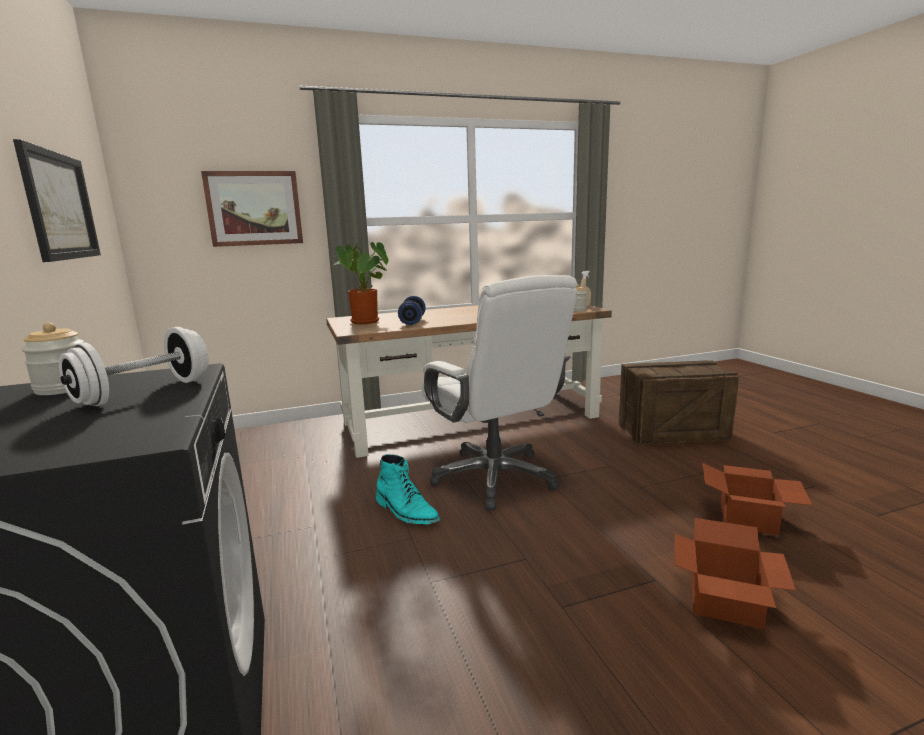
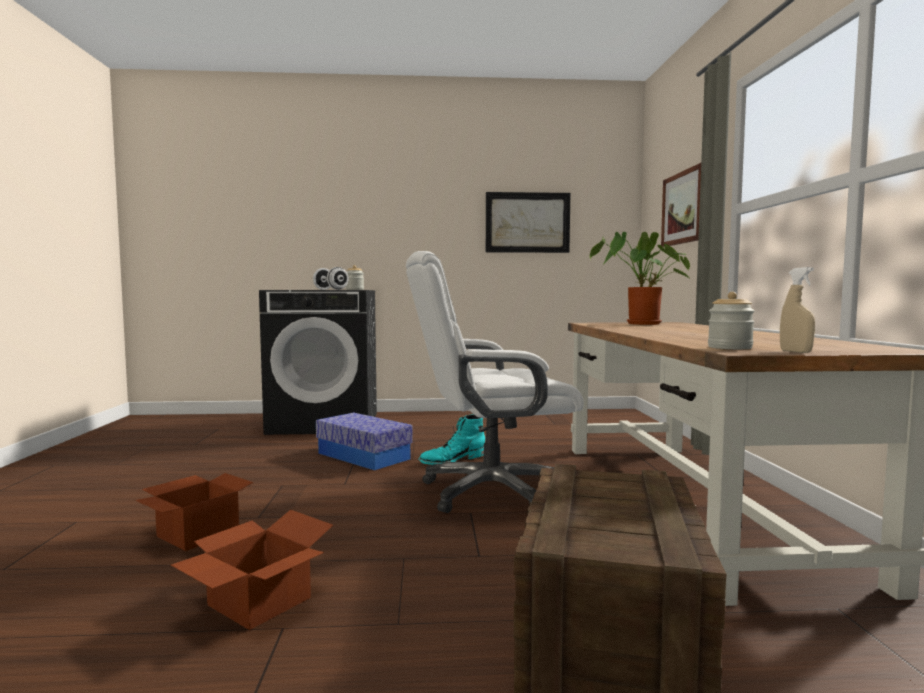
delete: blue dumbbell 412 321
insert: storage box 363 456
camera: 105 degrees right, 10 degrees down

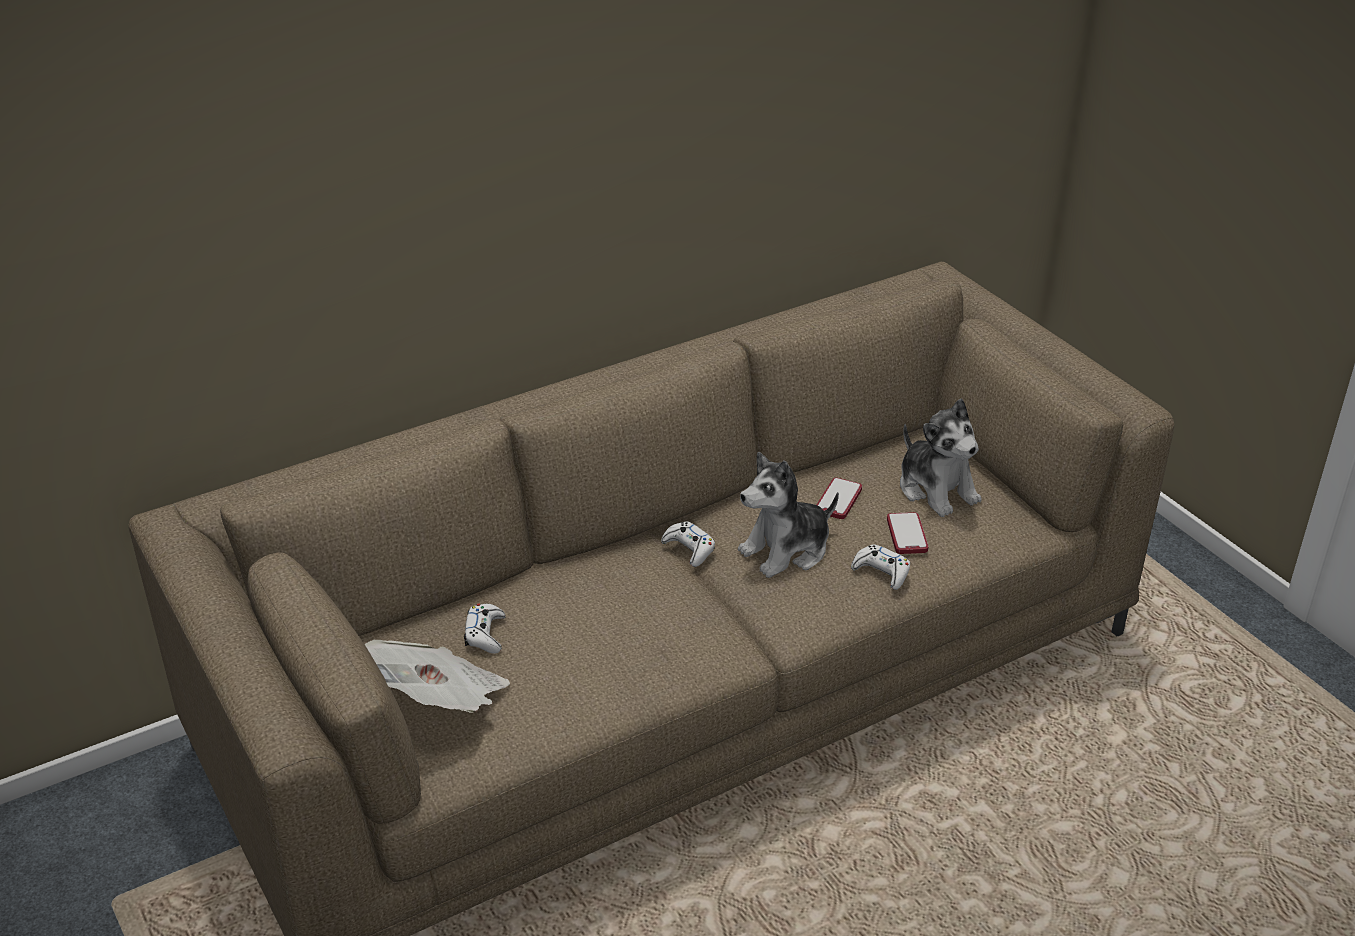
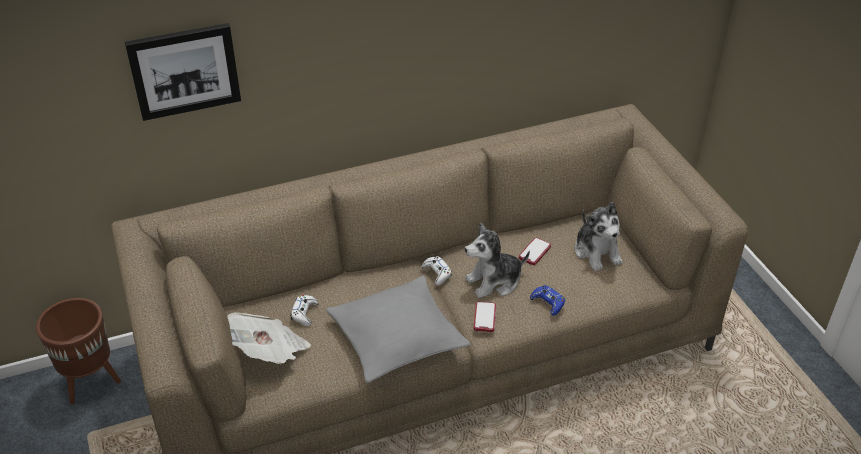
insert: brown planter 91 382; picture 184 70; grey pillow 397 338
move: phone 907 535 to 484 317
recolor: white game controller 881 572 to blue game controller 548 303
camera: 10 degrees right, 5 degrees up

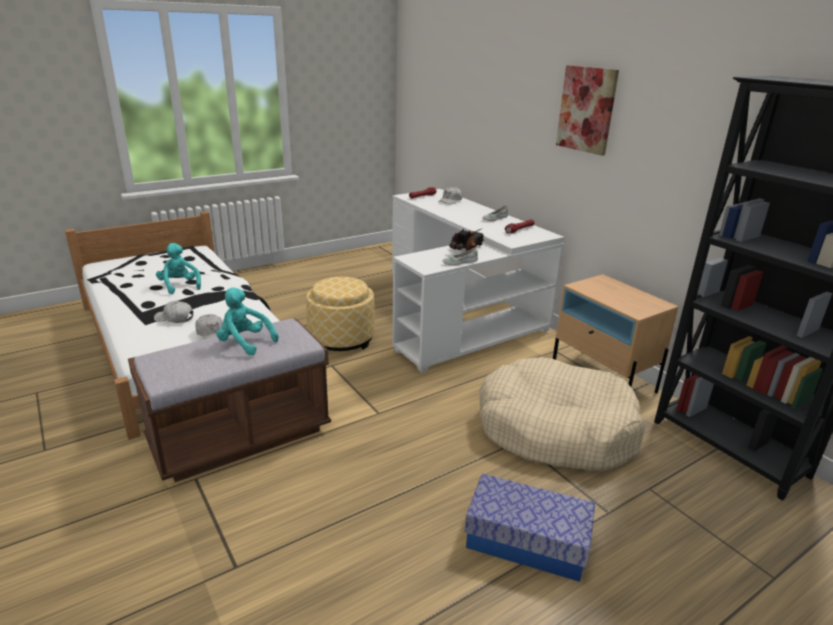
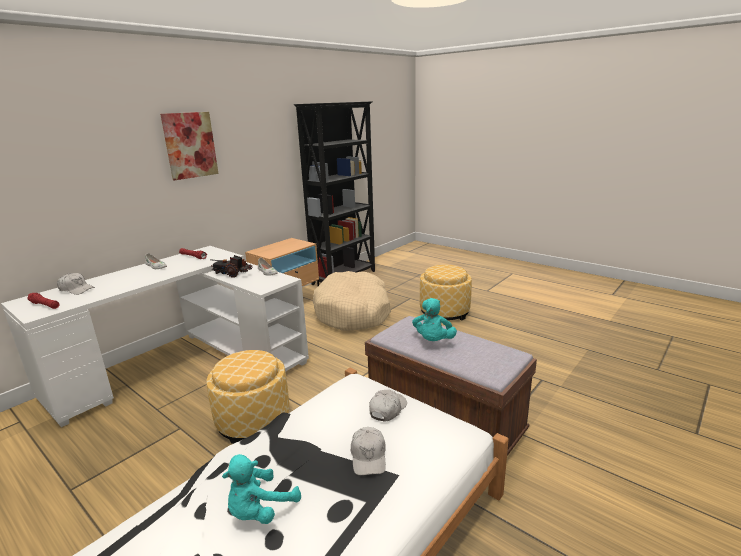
replace: storage box 526 541 to ottoman 444 312
camera: 105 degrees left, 5 degrees down

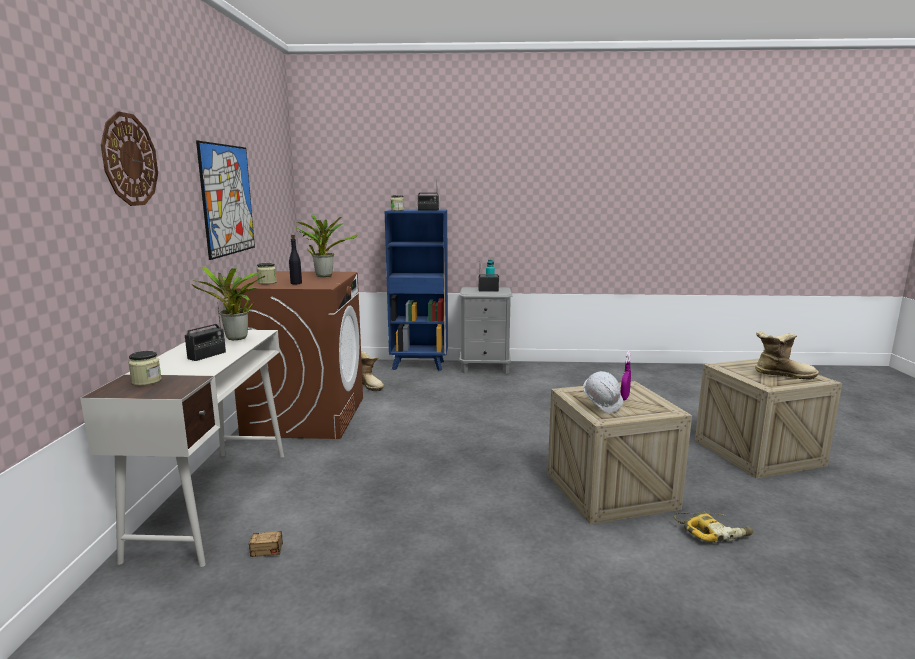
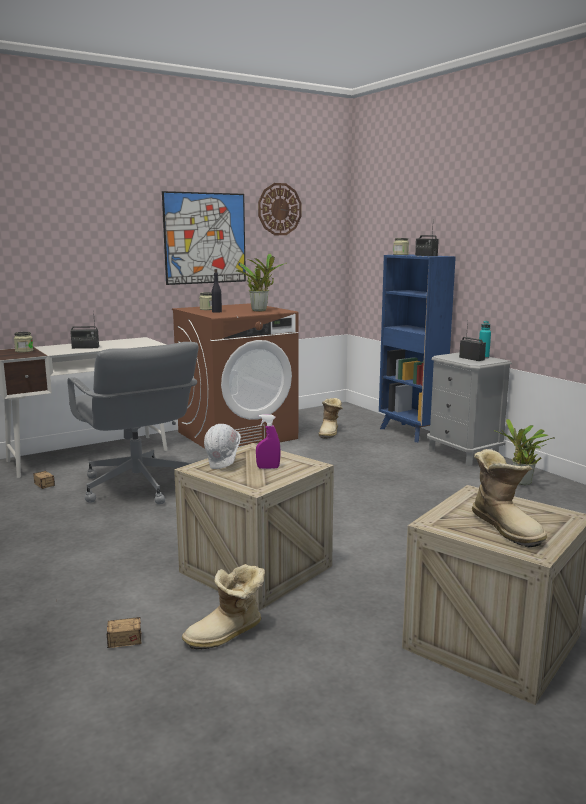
insert: storage box 102 643; grey office chair 138 486
move: wall clock 129 160 to 279 209; potted plant 236 339 to 521 483
replace: power drill 713 532 to boot 227 635
camera: 55 degrees right, 0 degrees up

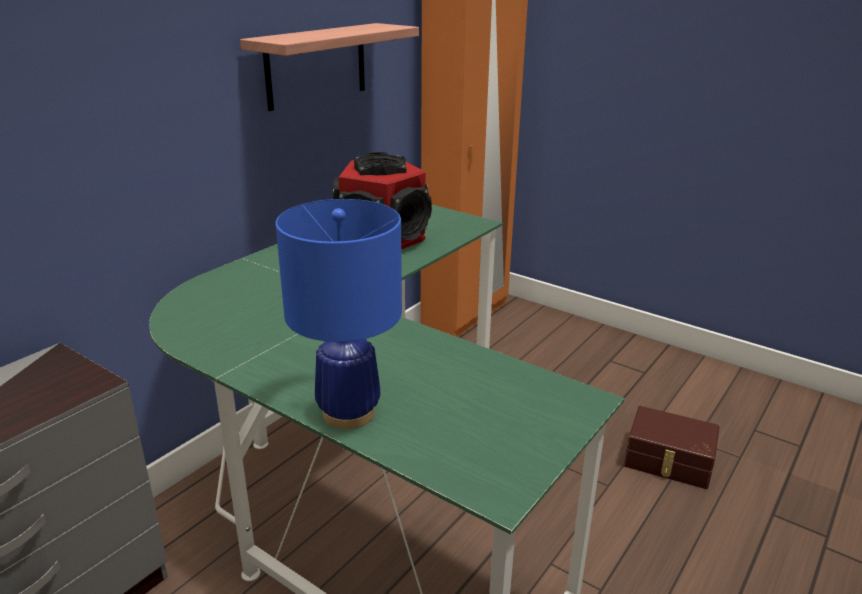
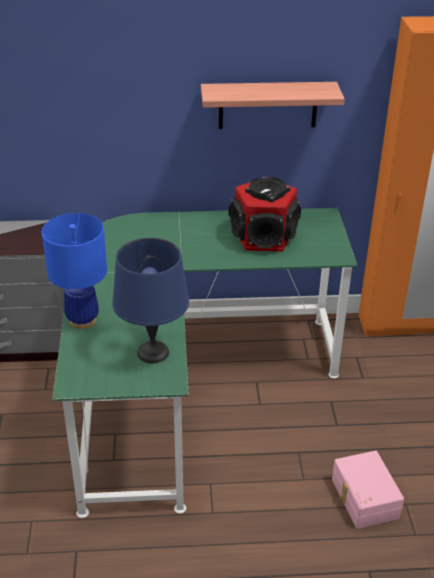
insert: blue table lamp 153 352
recolor: brown storage box 668 461 to pink storage box 363 498
camera: 50 degrees right, 10 degrees up

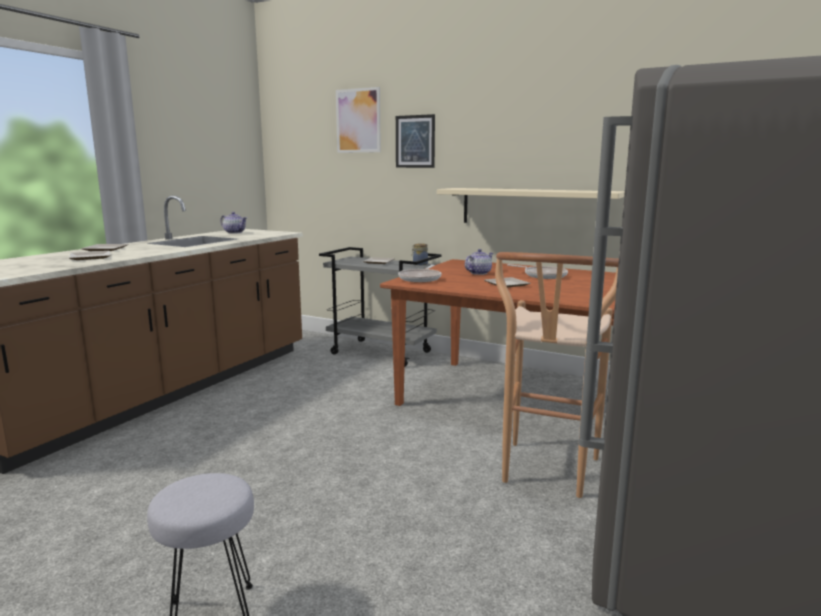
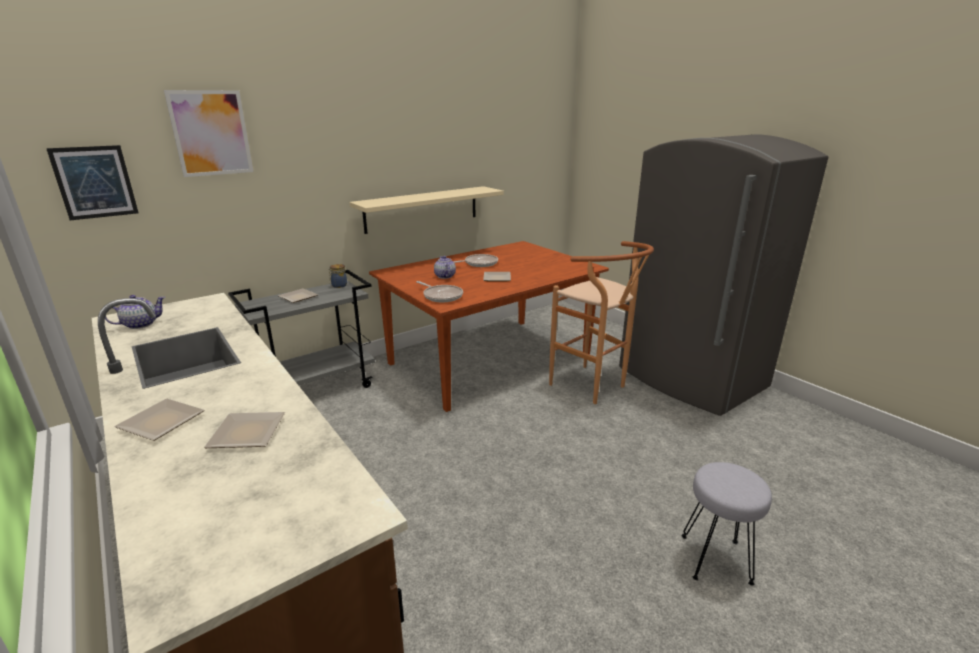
move: picture 415 141 to 95 182
camera: 65 degrees left, 10 degrees up

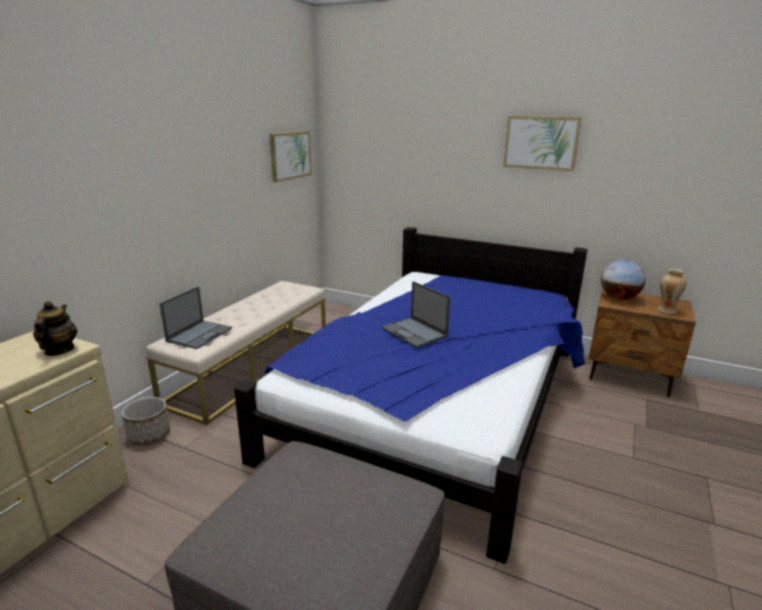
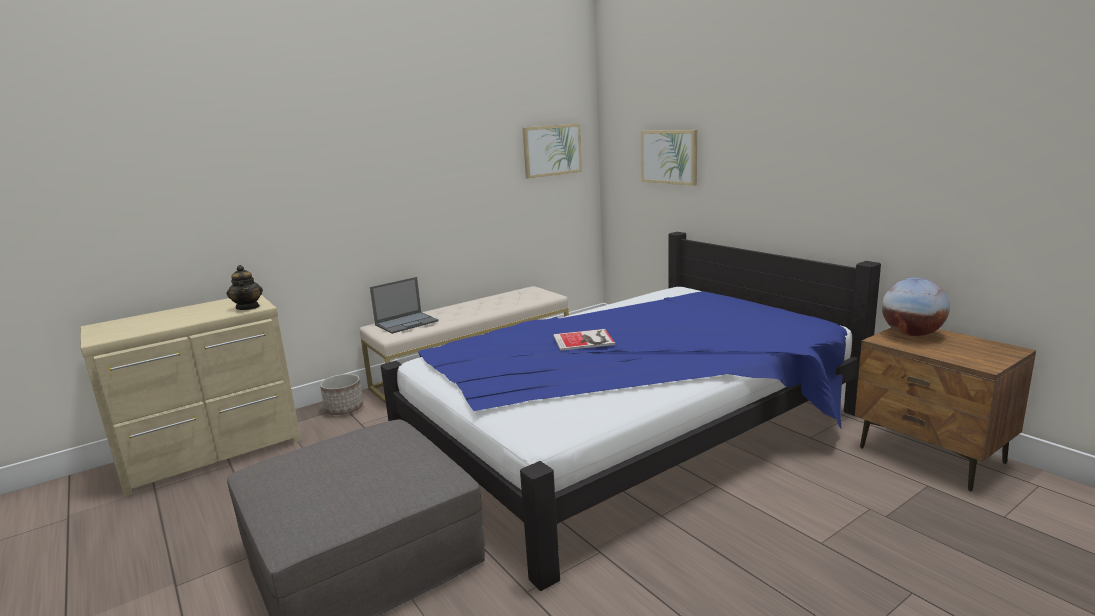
delete: vase 666 311
move: picture 541 143 to 669 157
replace: laptop 415 332 to book 585 340
rotate: teapot 59 350 = 248 307 135 degrees clockwise
camera: 30 degrees right, 5 degrees down

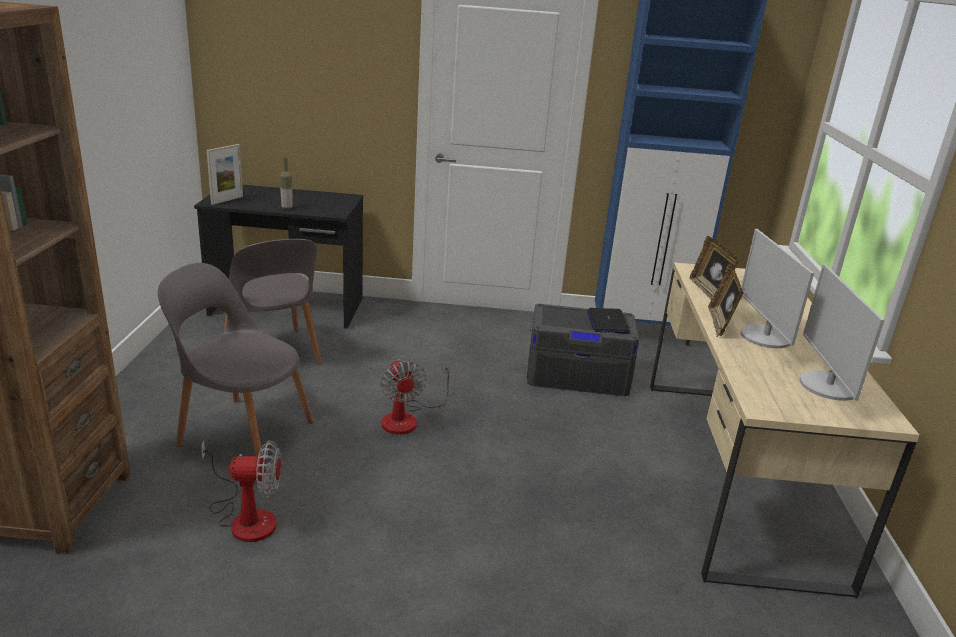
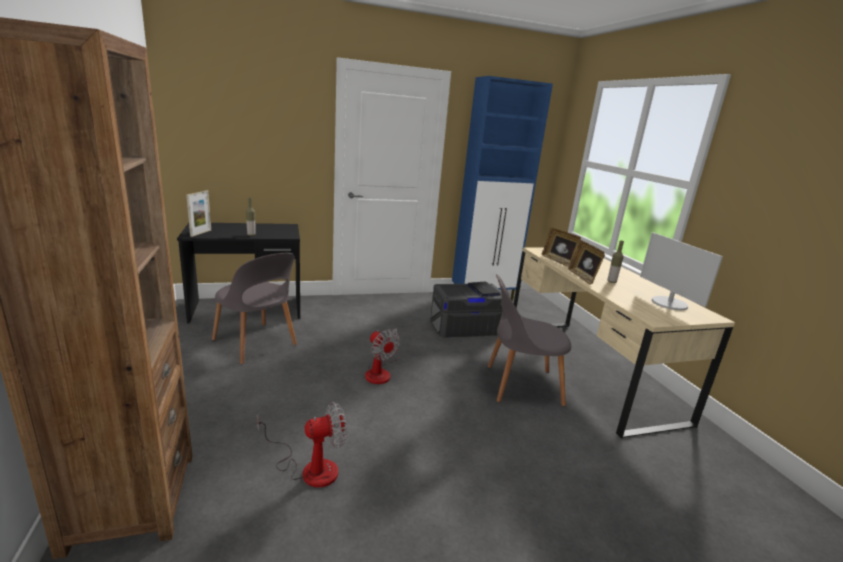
move: grey chair 242 431 to 519 385
replace: monitor 765 337 to bottle 611 282
camera: 20 degrees left, 5 degrees down

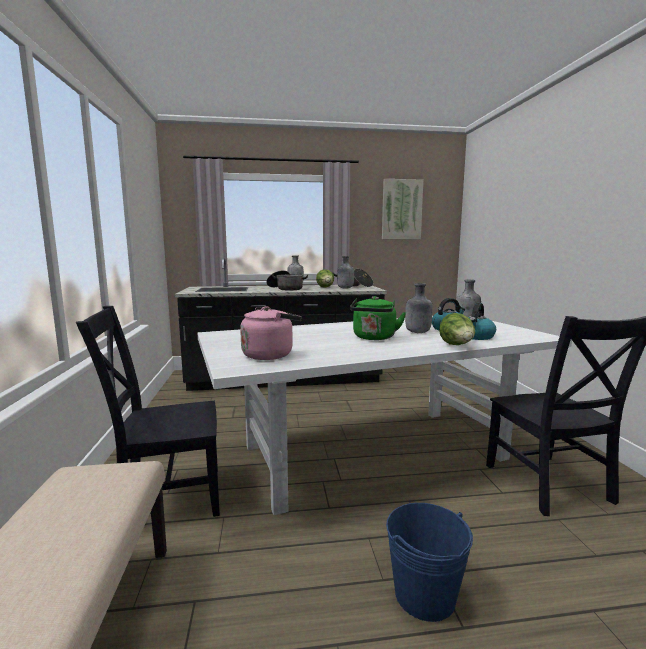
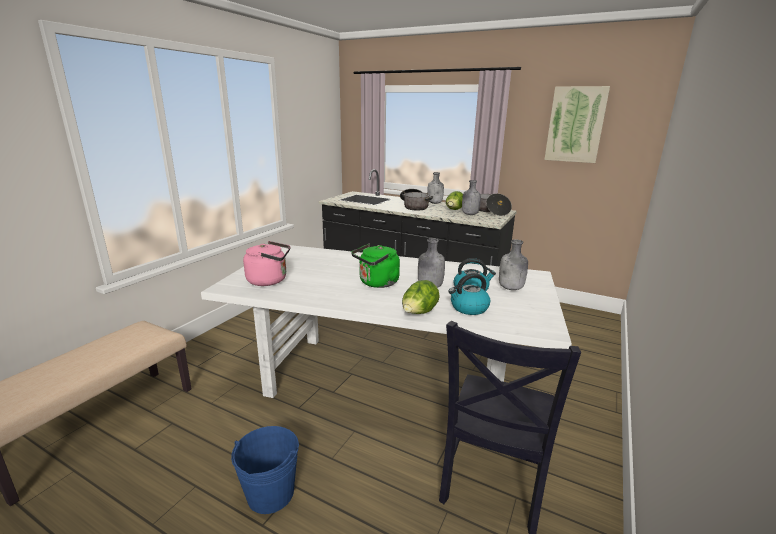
delete: black chair 166 498
camera: 35 degrees right, 10 degrees up

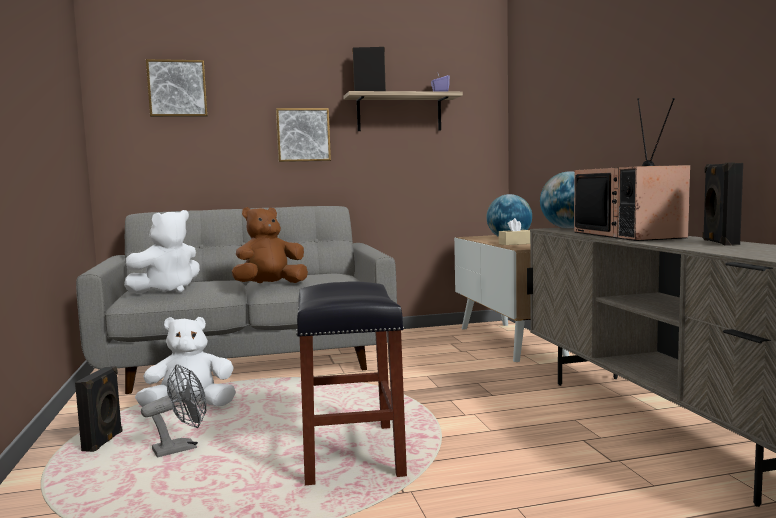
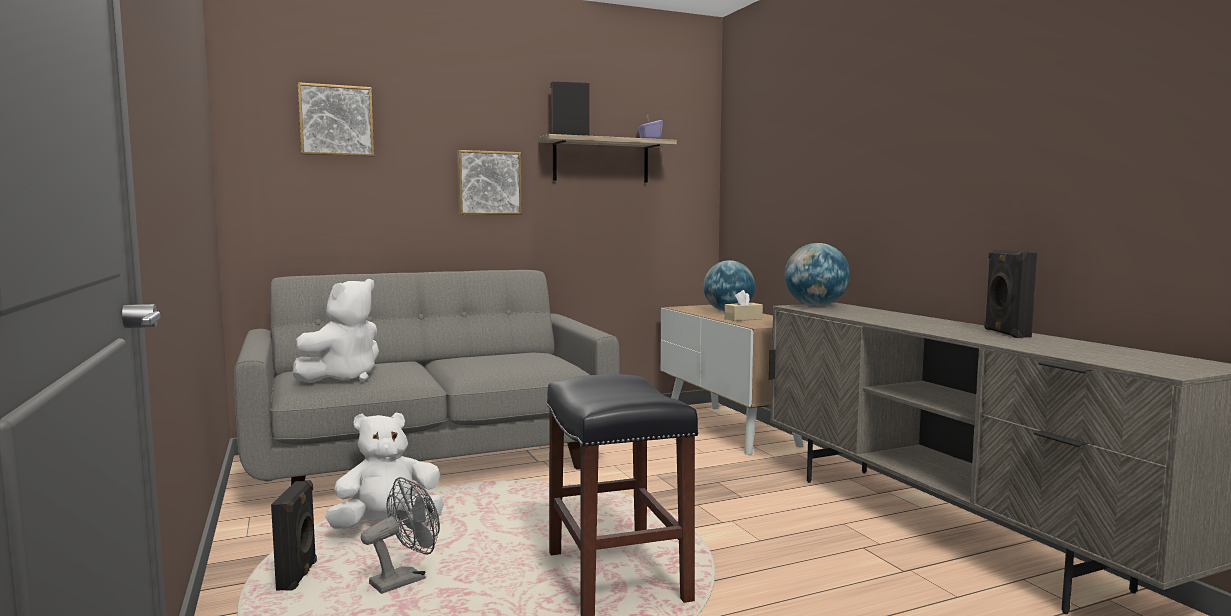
delete: brown plush toy 270 285; television 630 235
camera: 10 degrees left, 0 degrees up

